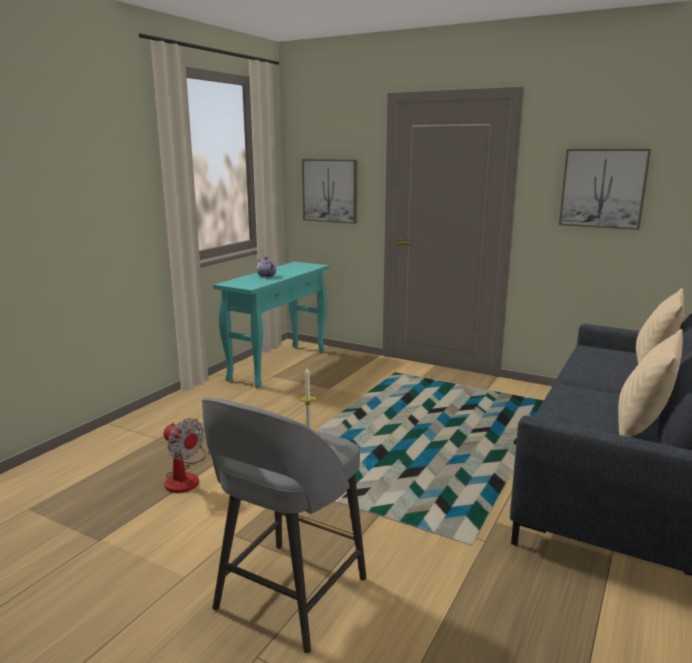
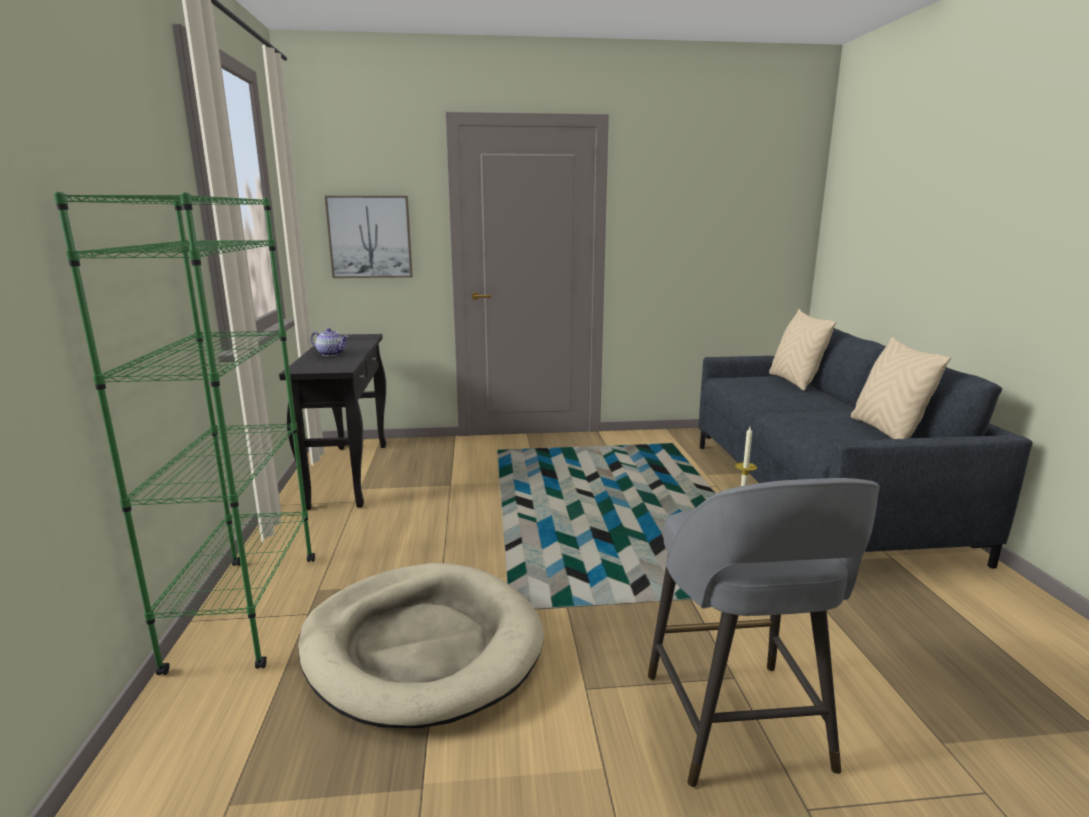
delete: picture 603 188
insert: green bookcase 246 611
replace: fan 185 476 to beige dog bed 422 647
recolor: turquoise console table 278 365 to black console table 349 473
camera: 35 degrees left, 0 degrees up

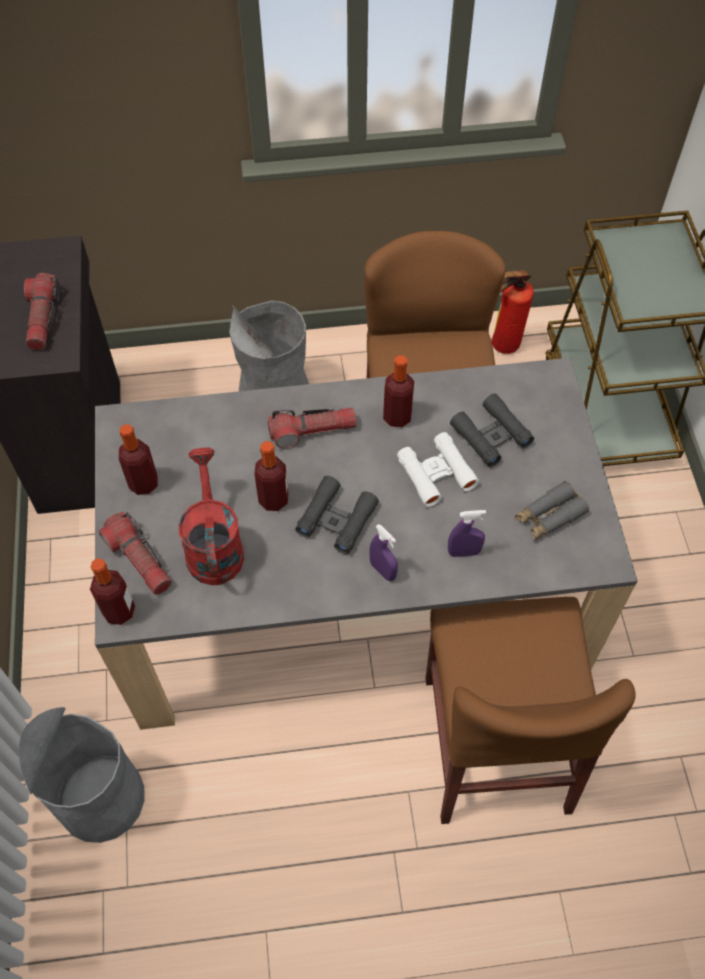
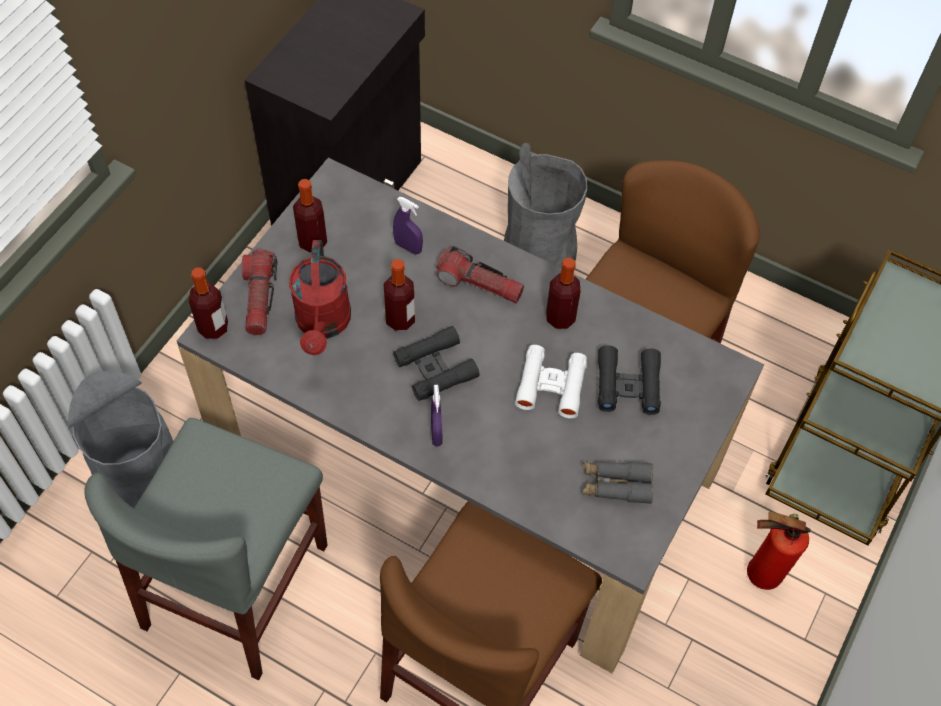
delete: flashlight 43 319
insert: grey chair 236 585
move: purple spray bottle 464 552 to 408 247; fire extinguisher 501 346 to 758 573
rotate: red watering can 213 545 = 323 325 150 degrees clockwise
camera: 35 degrees right, 0 degrees up

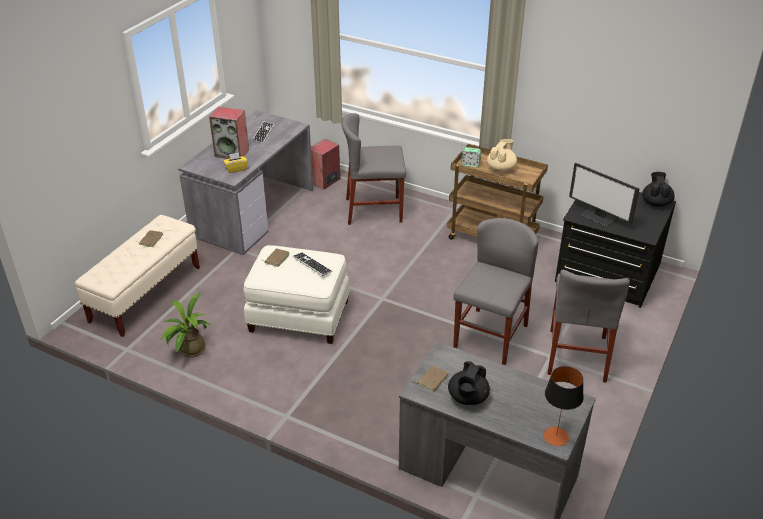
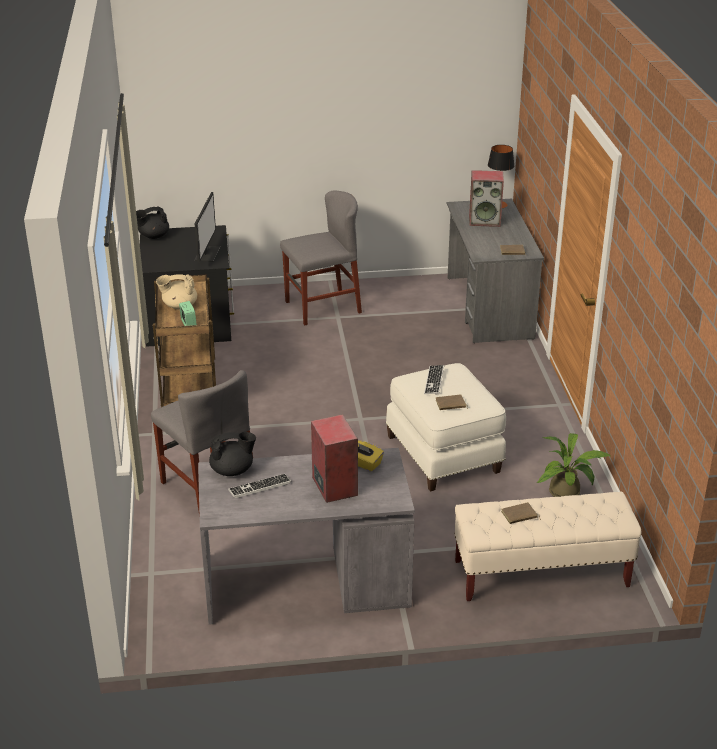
delete: grey chair 490 336
move: speaker 325 181 to 485 220; black teapot 467 398 to 233 470
camera: 125 degrees left, 5 degrees down

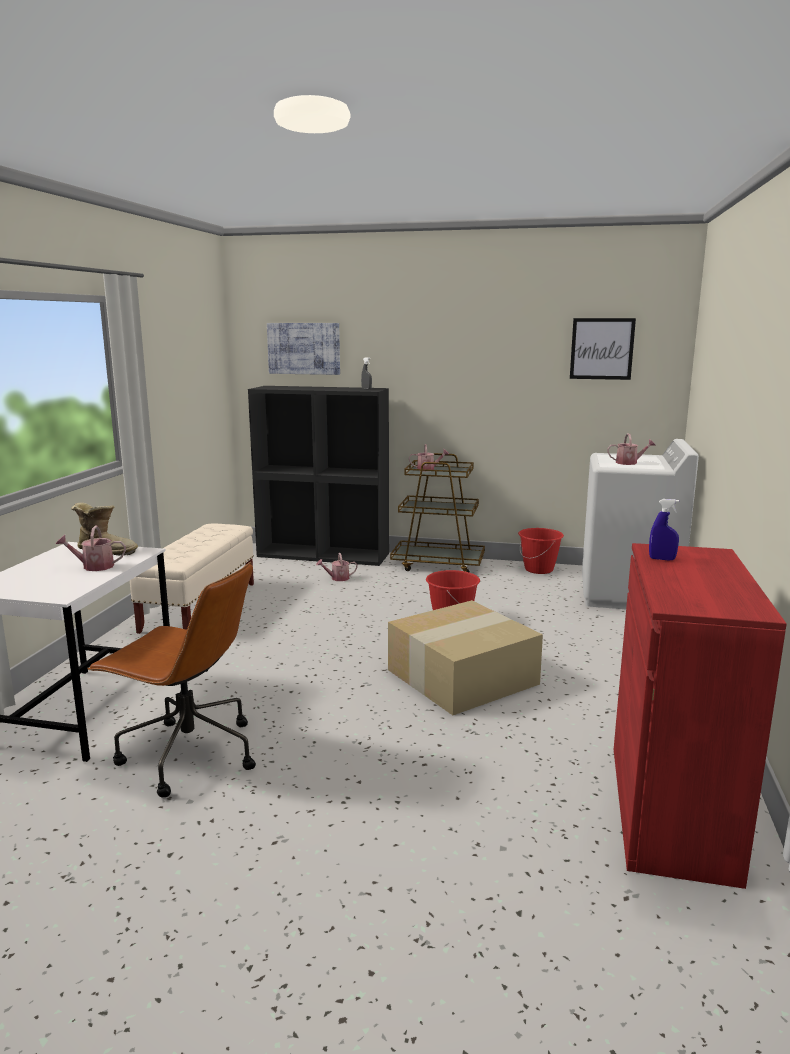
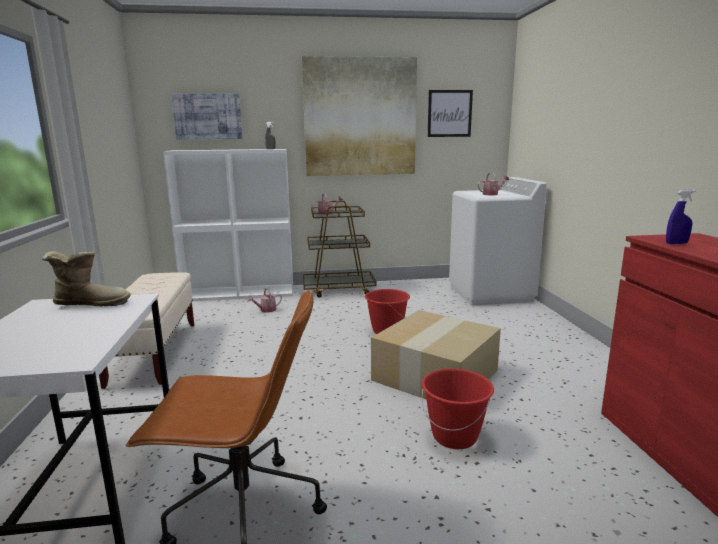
delete: watering can 94 566
insert: picture 360 117
move: red bucket 539 569 to 455 436
recolor: black bookcase 324 555 to white bookcase 240 293
camera: 20 degrees left, 0 degrees up

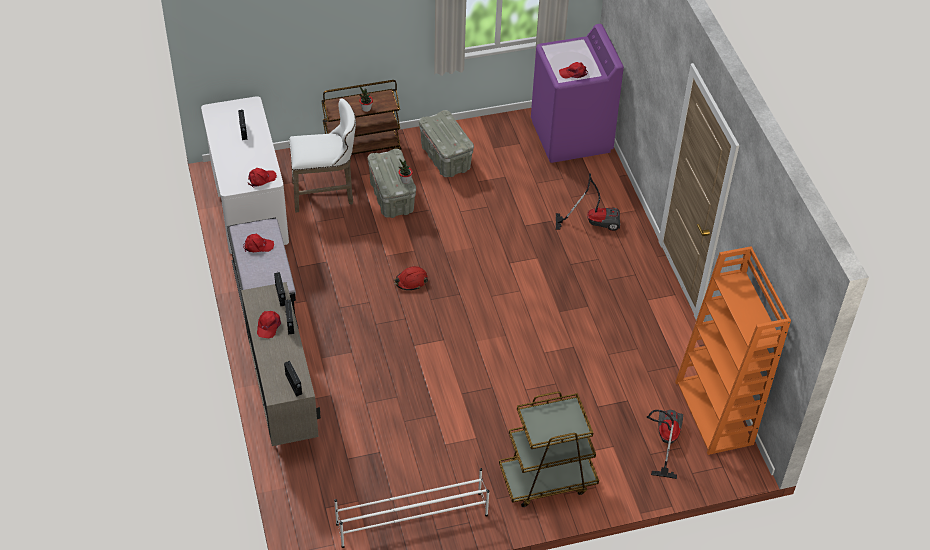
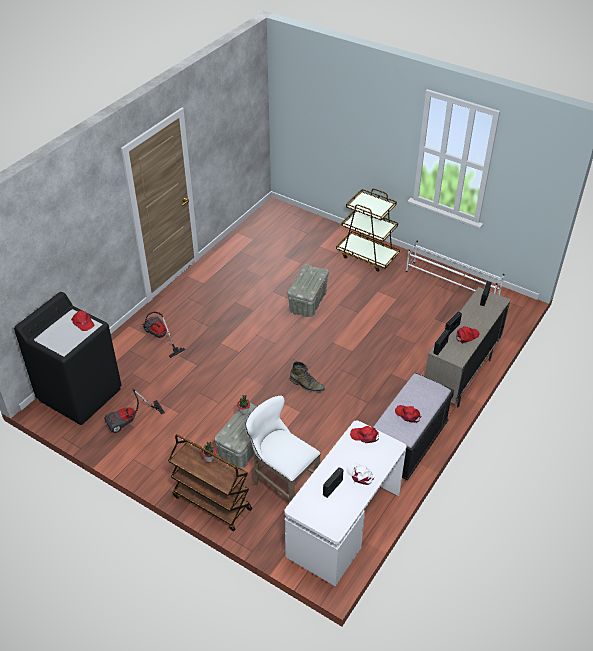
delete: orange bookcase 715 413
insert: white cap 360 475
move: grey storage box 445 158 to 308 302; vacuum cleaner 664 440 to 130 421
replace: red hard hat 411 281 to green boot 307 385
recolor: purple washing machine 571 136 to black washing machine 80 394
camera: 130 degrees left, 5 degrees down

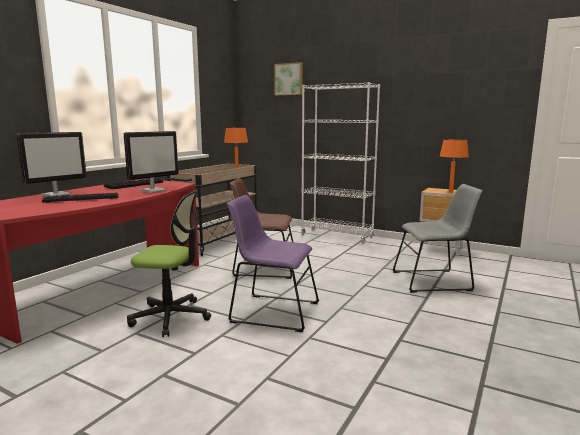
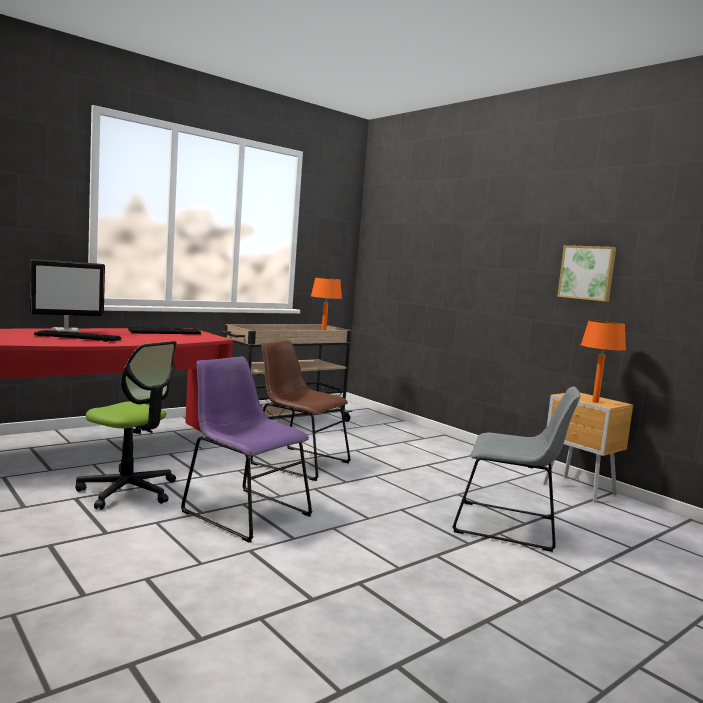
delete: monitor 153 190; white bookcase 337 236
move: picture 289 79 to 587 273
camera: 20 degrees right, 5 degrees down

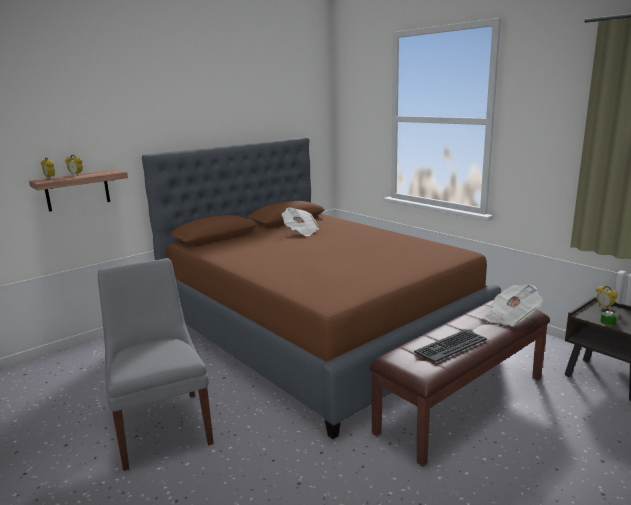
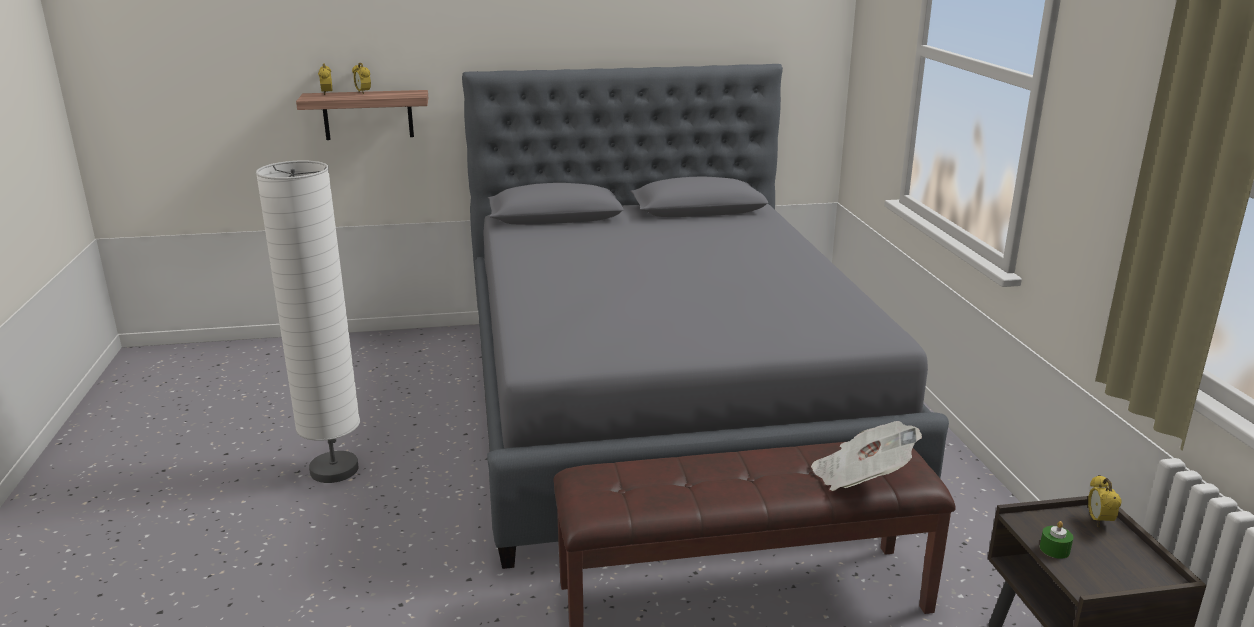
delete: newspaper 300 231; keyboard 450 345
replace: grey chair 162 426 to white floor lamp 334 470
recolor: brown bed 317 330 to grey bed 663 407
camera: 30 degrees right, 5 degrees up

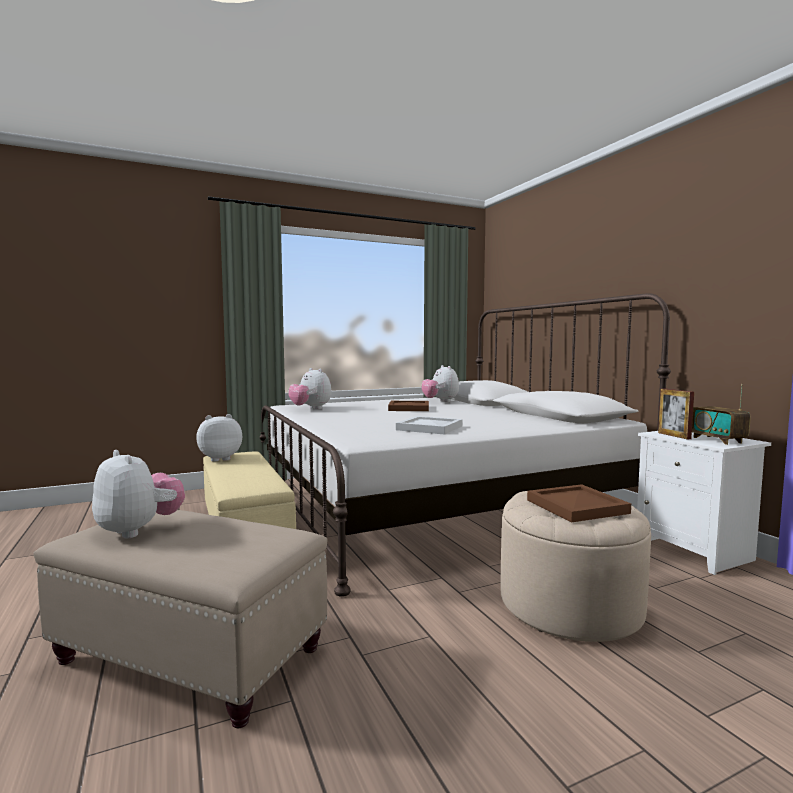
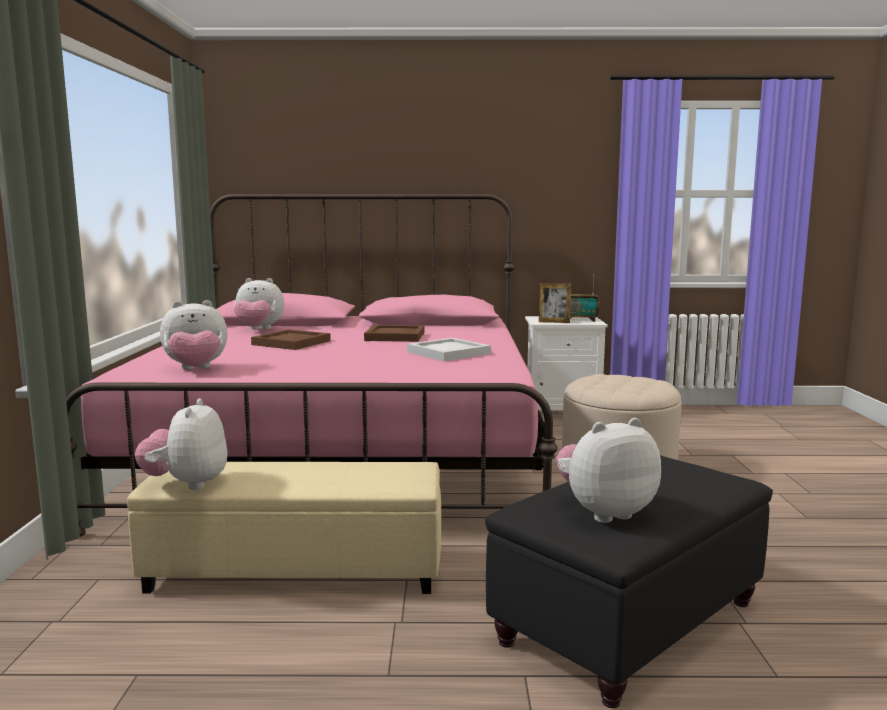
move: brown tray 578 506 to 396 336
recolor: beige ottoman 189 654 to black ottoman 628 623; white bed 435 502 to pink bed 343 456
camera: 65 degrees left, 5 degrees up

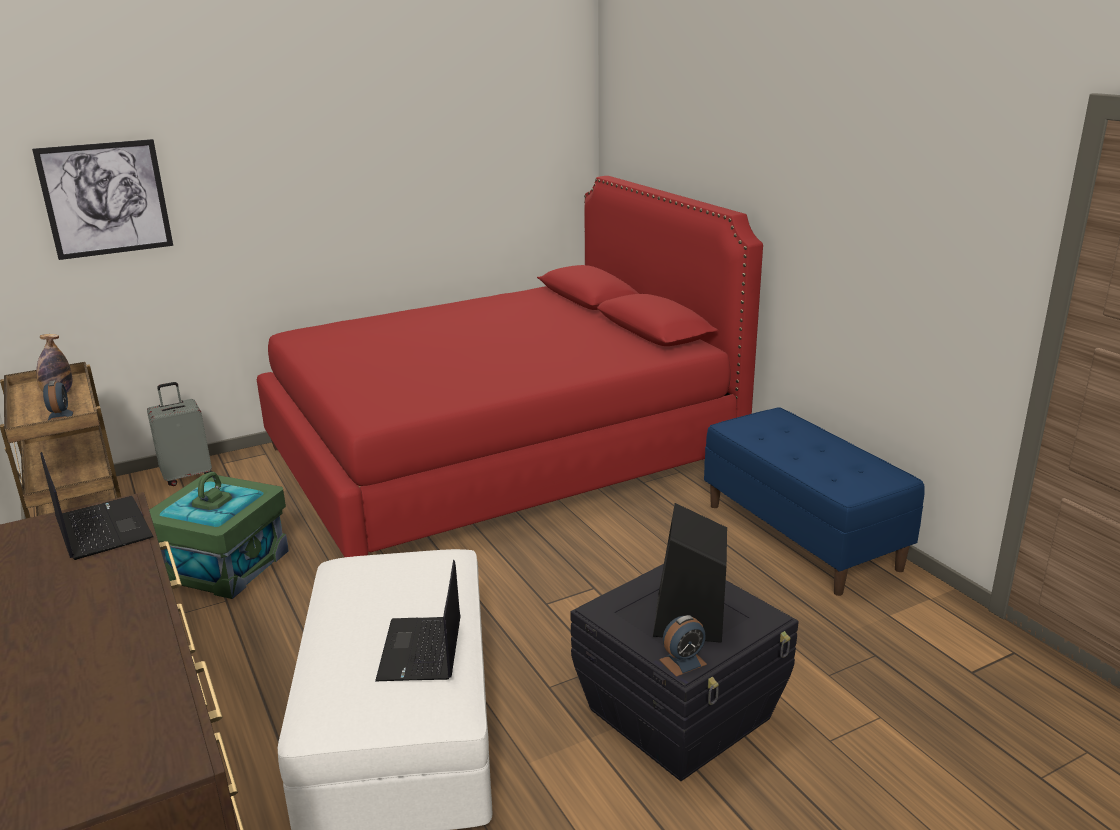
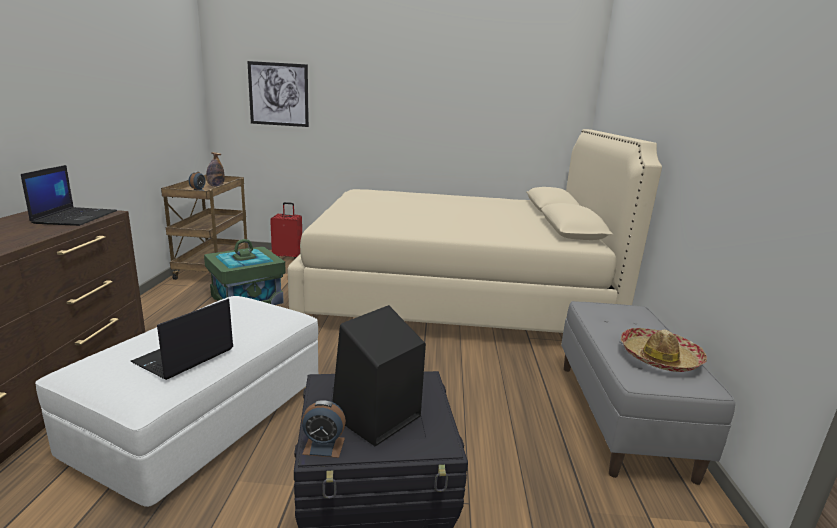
insert: hat 659 358
recolor: grey suitcase 187 476 to red suitcase 288 257; red bed 500 456 to beige bed 452 295; blue bench 802 536 to grey bench 621 417
camera: 30 degrees right, 5 degrees down

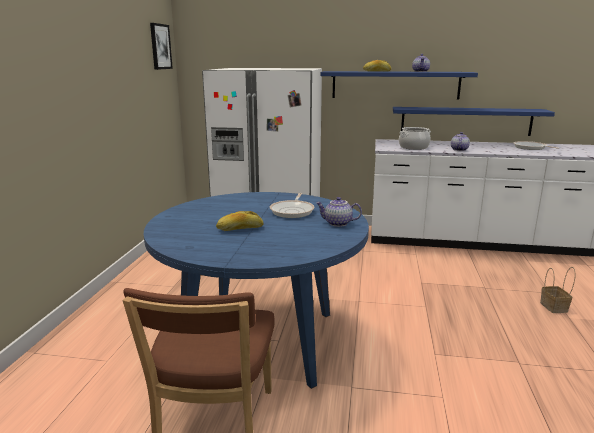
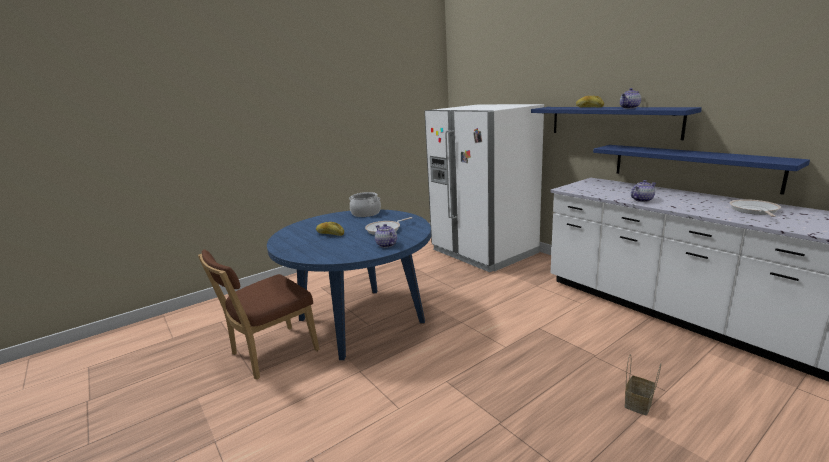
delete: picture 160 46
move: cooking pot 413 147 to 366 213
camera: 45 degrees right, 0 degrees up

